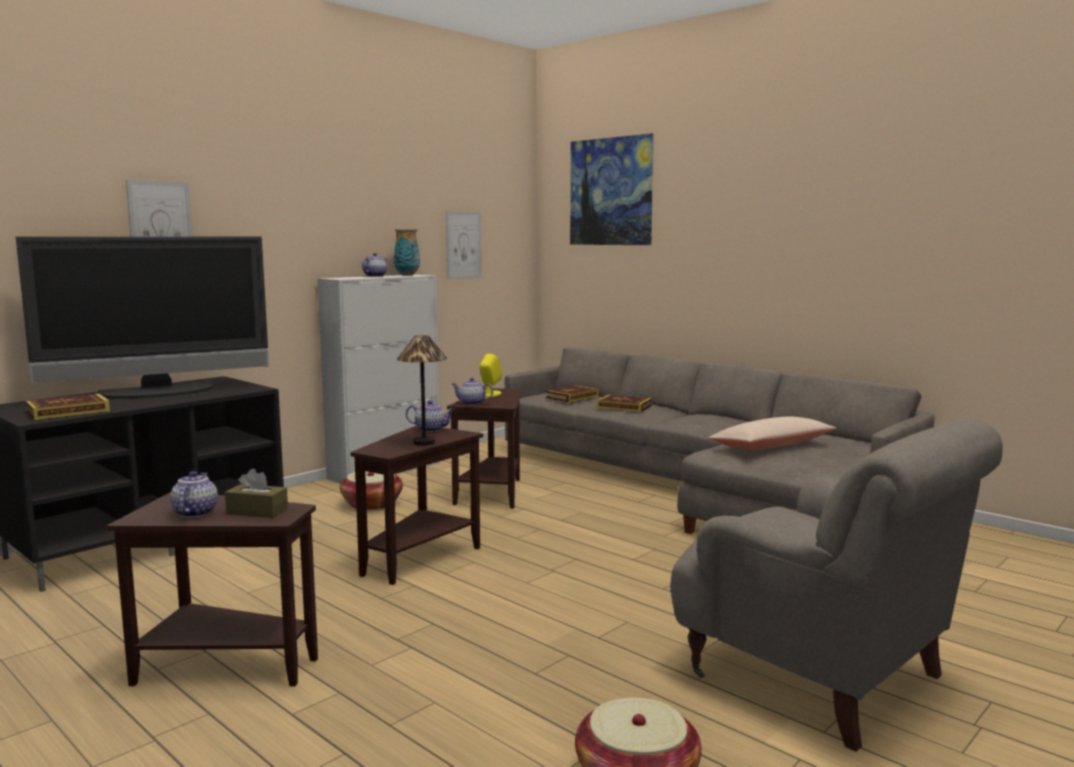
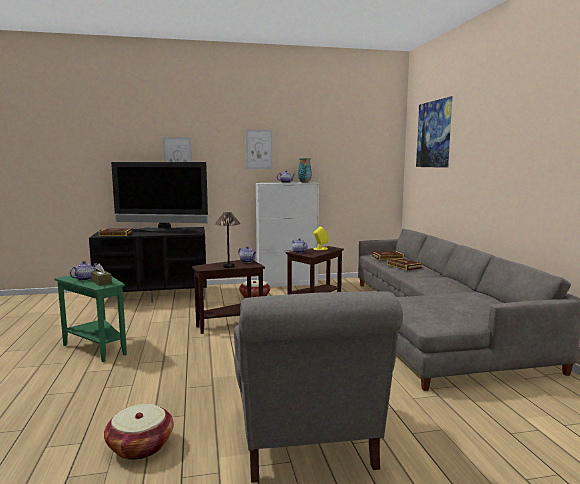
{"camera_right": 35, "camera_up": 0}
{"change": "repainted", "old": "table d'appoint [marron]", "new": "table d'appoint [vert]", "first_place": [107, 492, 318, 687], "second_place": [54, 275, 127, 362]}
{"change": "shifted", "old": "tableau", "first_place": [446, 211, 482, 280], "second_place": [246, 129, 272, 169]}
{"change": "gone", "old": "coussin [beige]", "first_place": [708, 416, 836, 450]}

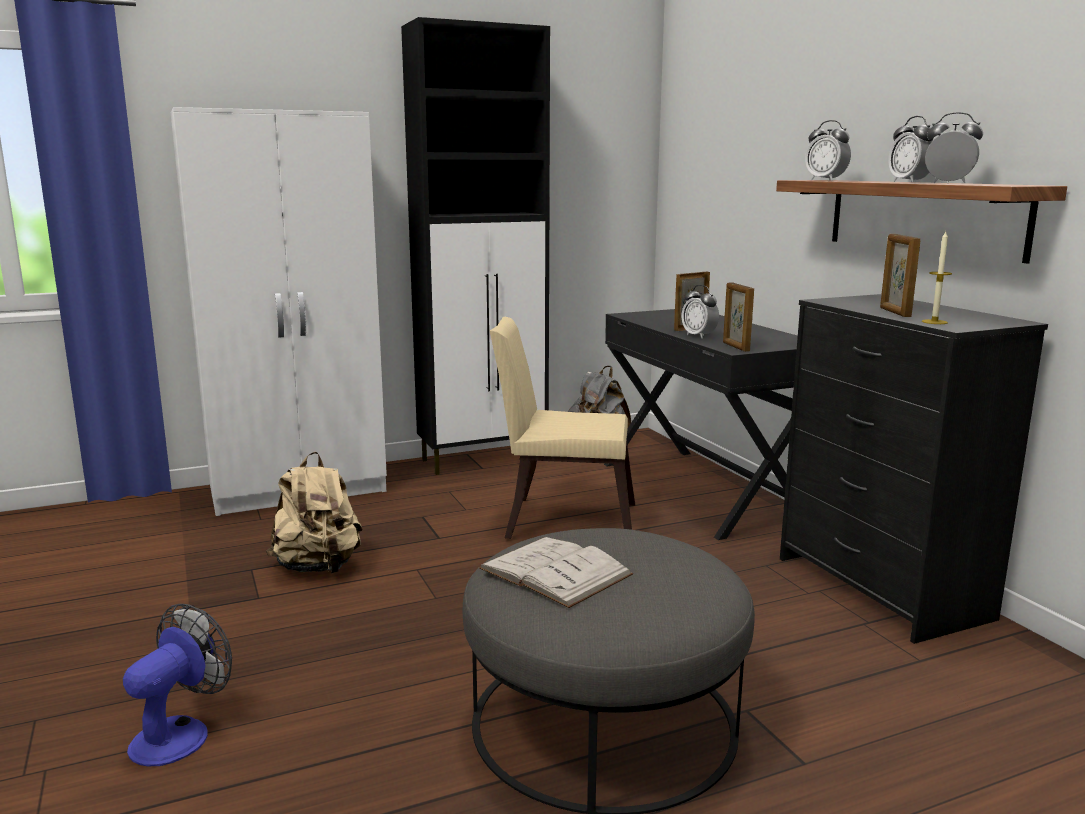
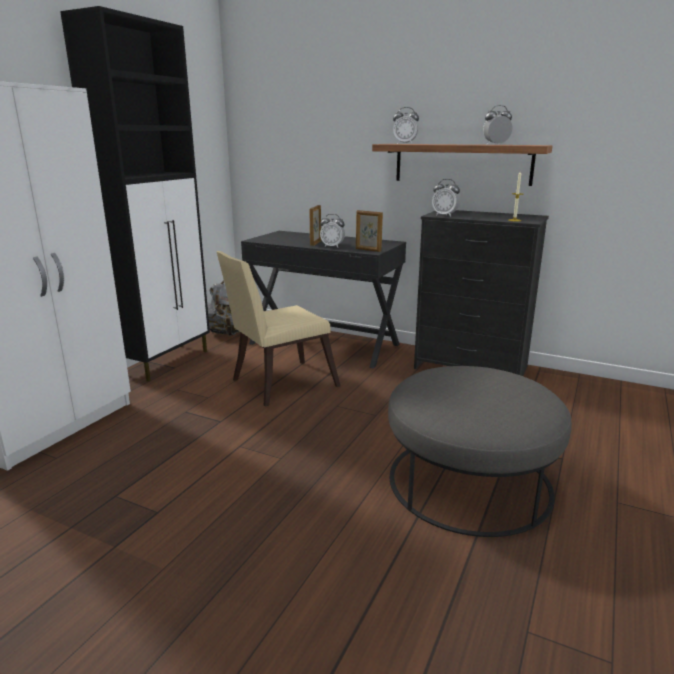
{"camera_right": -40, "camera_up": 5}
{"change": "gone", "old": "ventilateur", "first_place": [123, 604, 232, 766]}
{"change": "gone", "old": "sac à dos [beige]", "first_place": [266, 452, 363, 573]}
{"change": "gone", "old": "livre [blanc]", "first_place": [479, 537, 633, 608]}
{"change": "gone", "old": "cadre photo", "first_place": [880, 234, 921, 317]}
{"change": "shifted", "old": "réveil", "first_place": [888, 116, 934, 182], "second_place": [432, 179, 460, 217]}

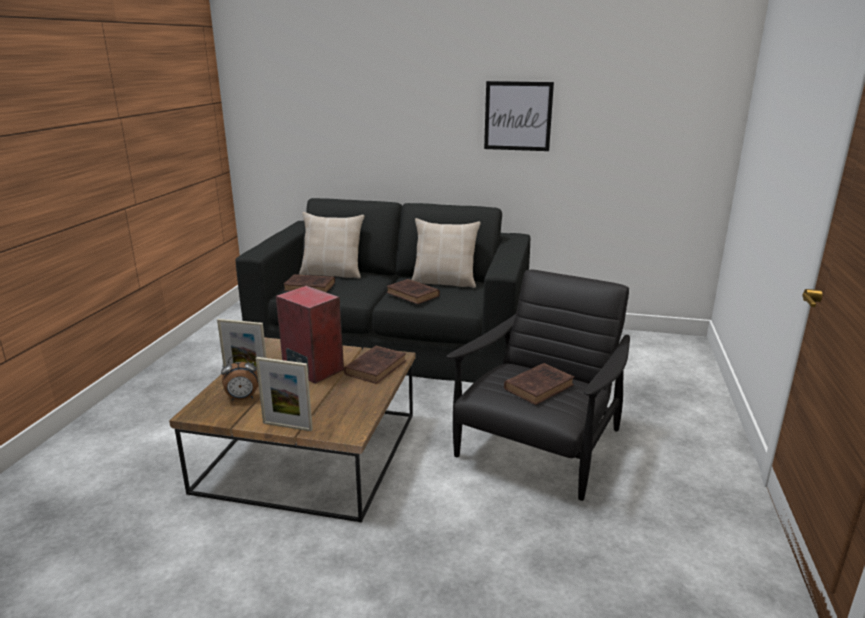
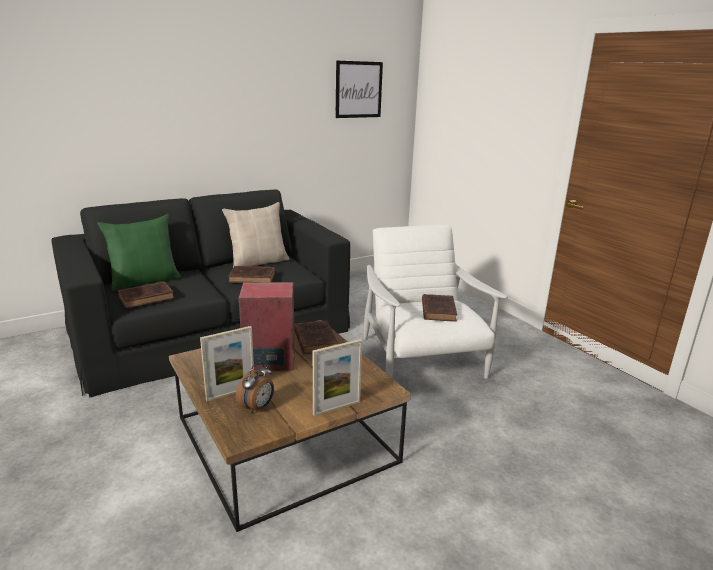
{"camera_right": -45, "camera_up": 0}
{"change": "repainted", "old": "coussin [beige]", "new": "coussin [vert]", "first_place": [299, 212, 364, 279], "second_place": [98, 214, 181, 291]}
{"change": "repainted", "old": "fauteuil [noir]", "new": "fauteuil [blanc]", "first_place": [446, 270, 630, 501], "second_place": [364, 225, 508, 379]}
{"change": "shifted", "old": "tableau", "first_place": [484, 81, 554, 151], "second_place": [335, 61, 383, 118]}

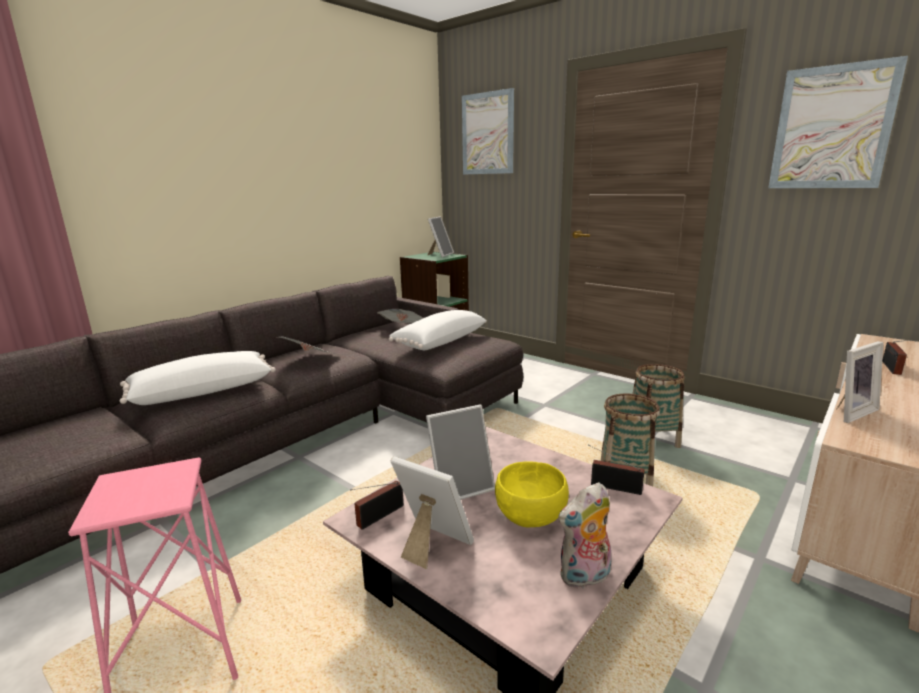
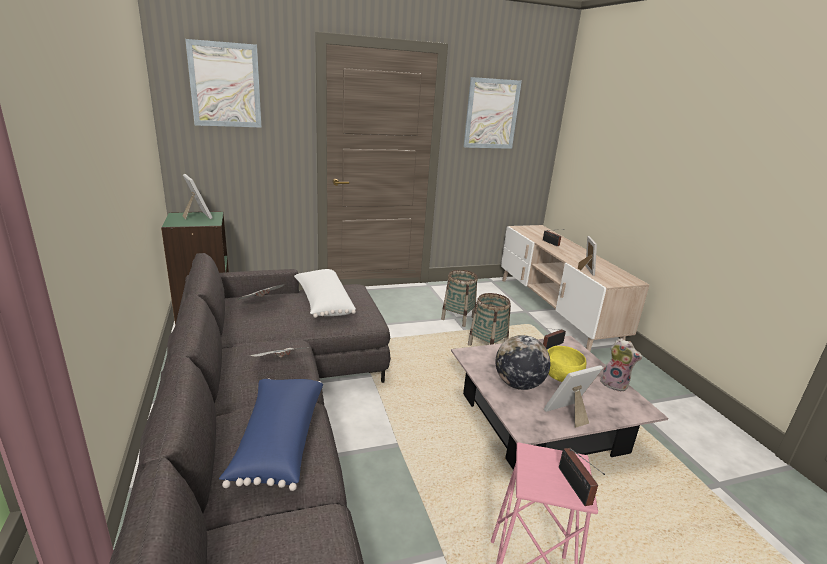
{"camera_right": -60, "camera_up": 5}
{"change": "repainted", "old": "coussin [blanc]", "new": "coussin [bleu]", "first_place": [119, 351, 276, 405], "second_place": [219, 378, 323, 491]}
{"change": "shifted", "old": "radio", "first_place": [350, 481, 404, 530], "second_place": [559, 448, 605, 506]}
{"change": "swapped", "old": "cadre photo", "new": "globe", "first_place": [426, 405, 495, 500], "second_place": [495, 335, 550, 390]}
{"change": "rotated", "old": "peluche", "first_place": [558, 482, 611, 590], "second_place": [600, 338, 642, 392], "degrees": -60}

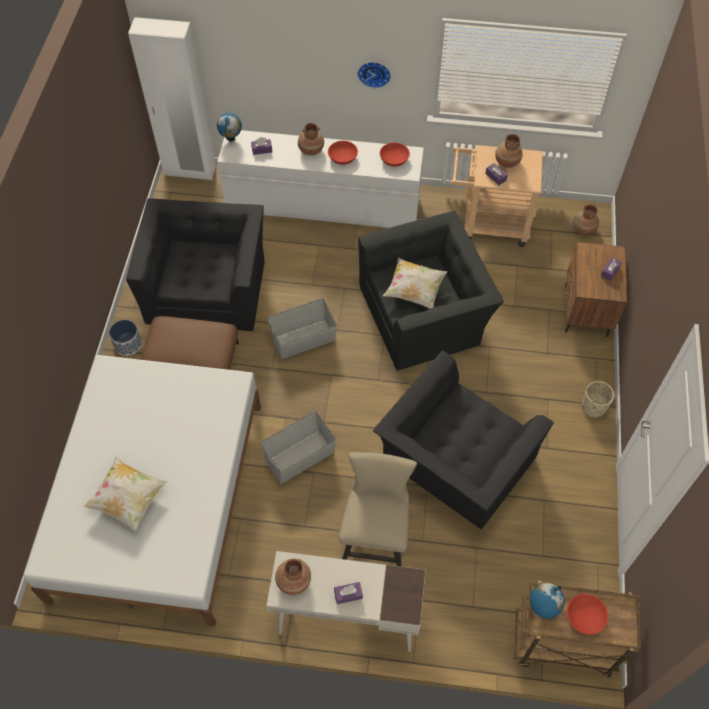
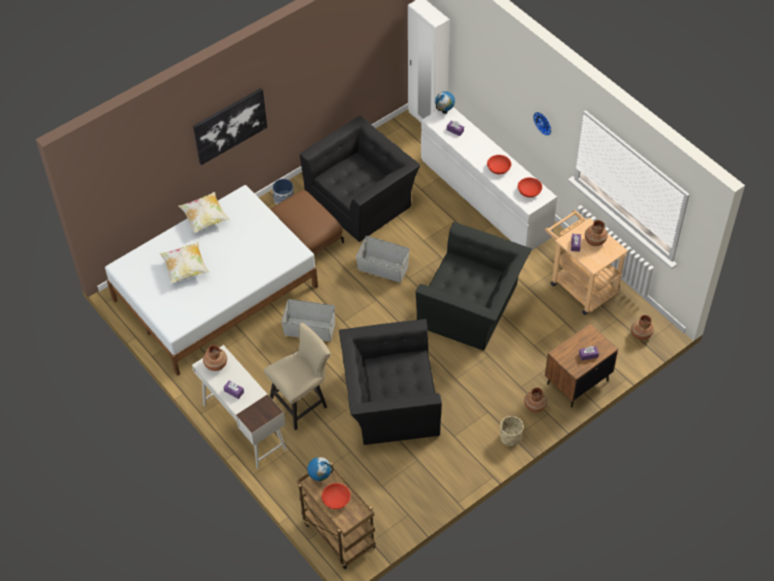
{"camera_right": 45, "camera_up": -5}
{"change": "shifted", "old": "vase [marron]", "first_place": [298, 123, 324, 155], "second_place": [524, 387, 548, 413]}
{"change": "shifted", "old": "coussin", "first_place": [383, 258, 447, 309], "second_place": [179, 192, 230, 233]}
{"change": "new", "new": "tableau", "second_place": [193, 88, 267, 165]}

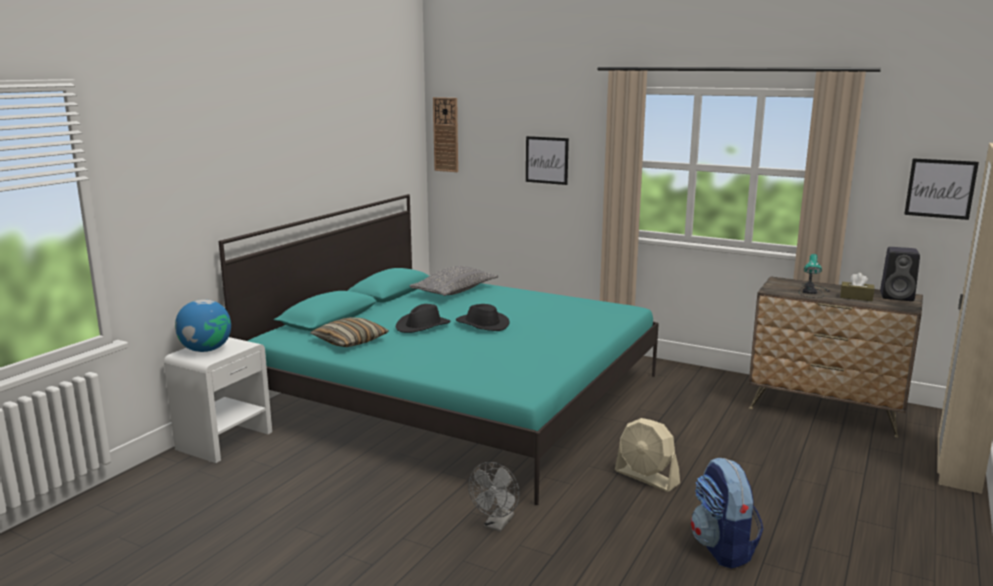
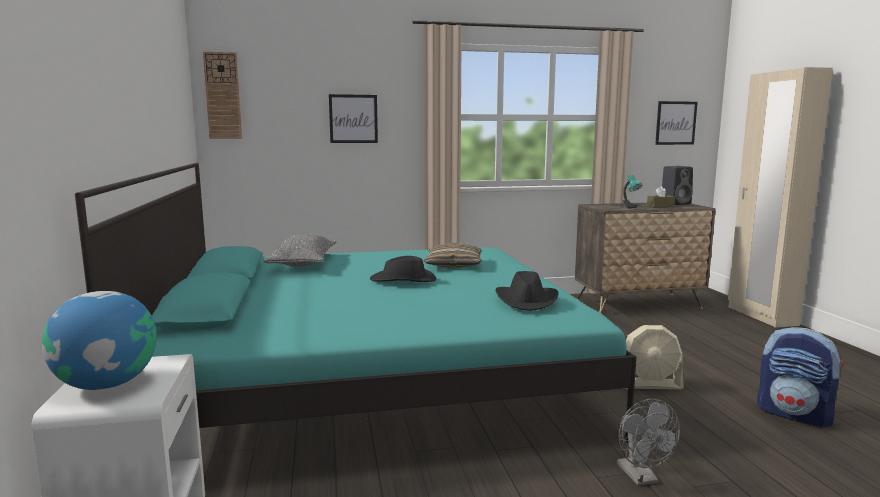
{"camera_right": -40, "camera_up": -5}
{"change": "shifted", "old": "coussin", "first_place": [310, 317, 389, 347], "second_place": [424, 243, 482, 268]}
{"change": "shifted", "old": "chapeau [noir]", "first_place": [396, 304, 451, 333], "second_place": [495, 271, 558, 311]}

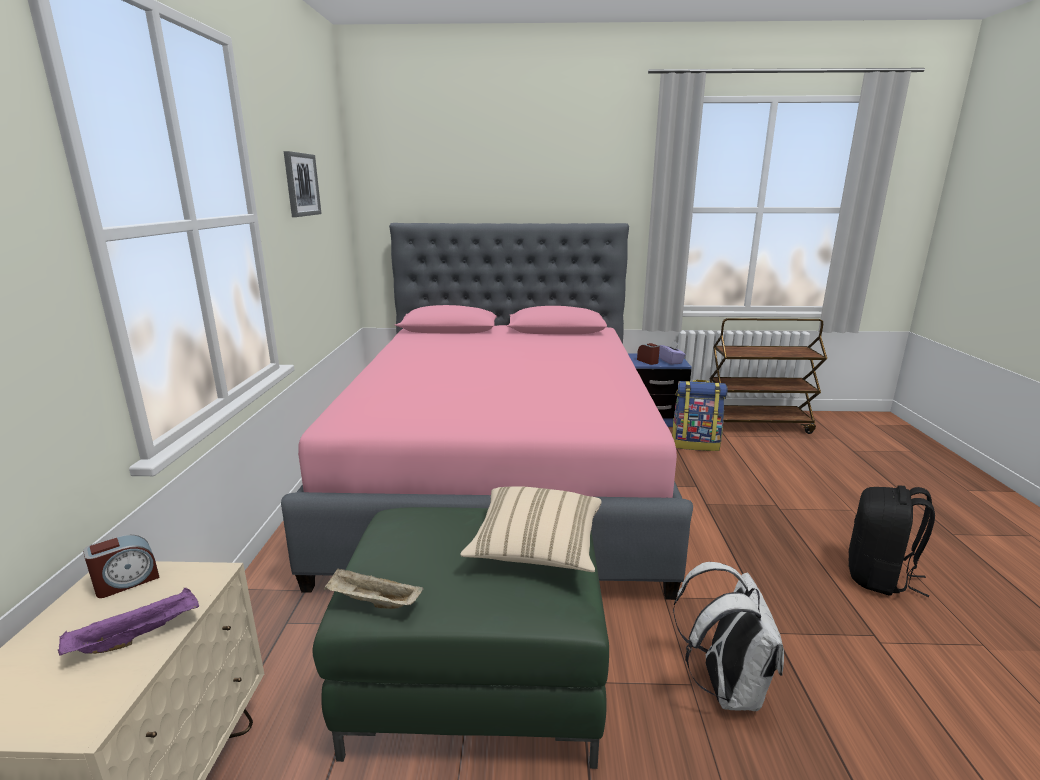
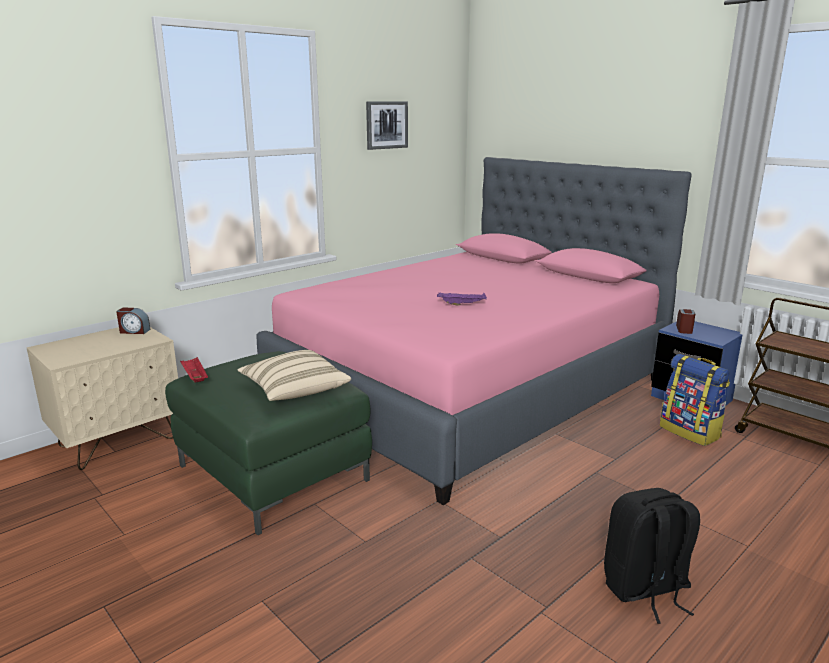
{"camera_right": 45, "camera_up": 0}
{"change": "shifted", "old": "plateau [violet]", "first_place": [58, 588, 199, 655], "second_place": [437, 292, 487, 306]}
{"change": "repainted", "old": "plateau [beige]", "new": "plateau [rouge]", "first_place": [324, 568, 423, 609], "second_place": [180, 357, 208, 383]}
{"change": "gone", "old": "boîte à mouchoirs [violet]", "first_place": [659, 341, 686, 365]}
{"change": "gone", "old": "sac à dos [blanc]", "first_place": [673, 562, 784, 711]}

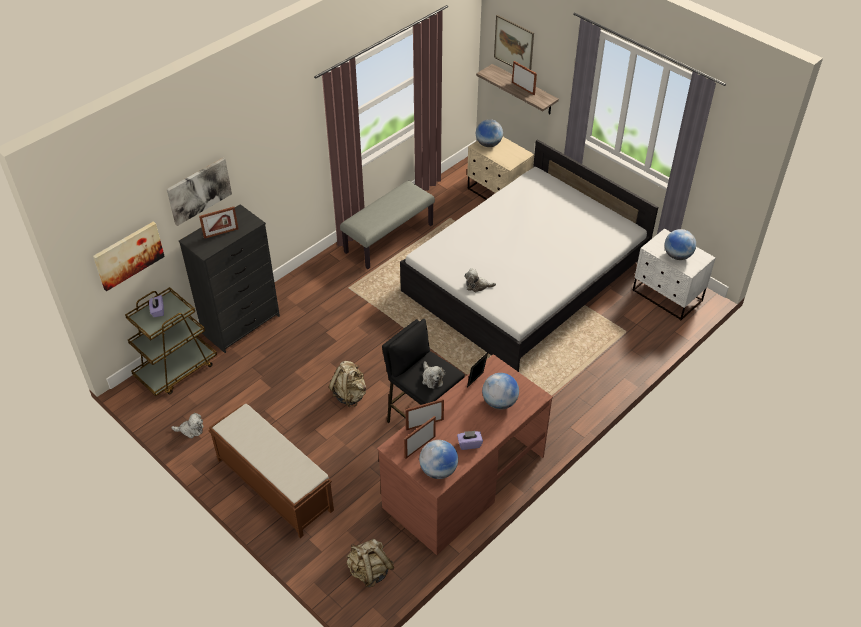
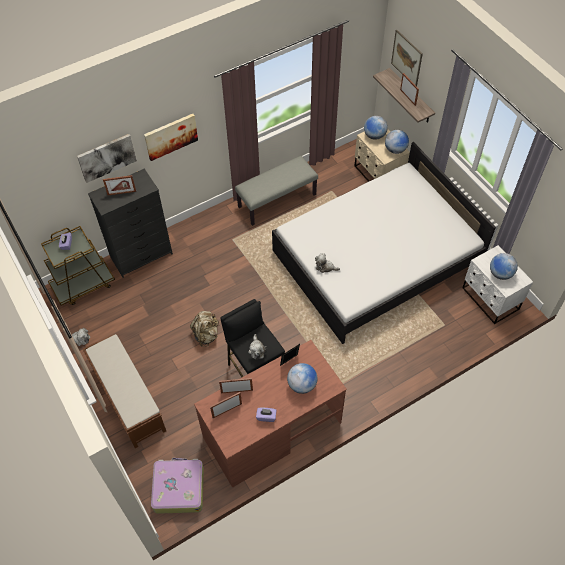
{"camera_right": 15, "camera_up": 10}
{"change": "shifted", "old": "tableau", "first_place": [93, 221, 165, 291], "second_place": [144, 114, 198, 161]}
{"change": "swapped", "old": "sac à dos [beige]", "new": "valise", "first_place": [346, 539, 394, 587], "second_place": [151, 458, 204, 514]}
{"change": "shifted", "old": "globe", "first_place": [419, 440, 458, 479], "second_place": [385, 130, 409, 154]}

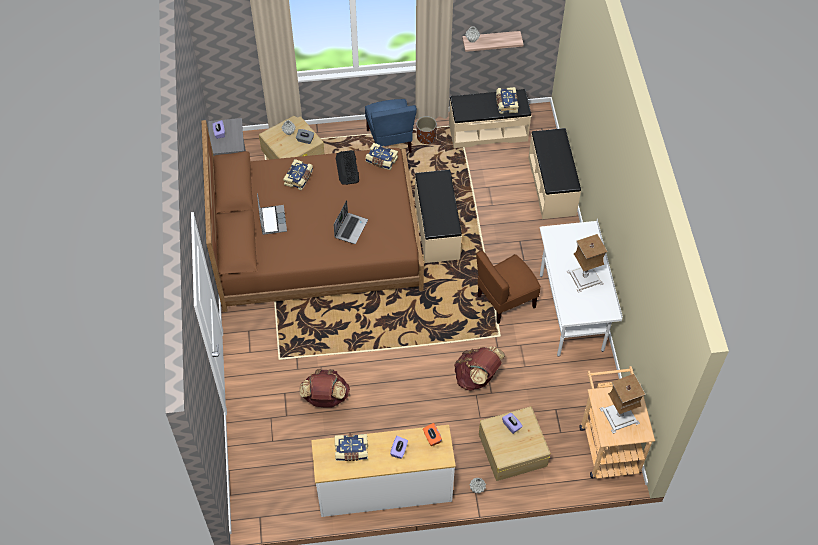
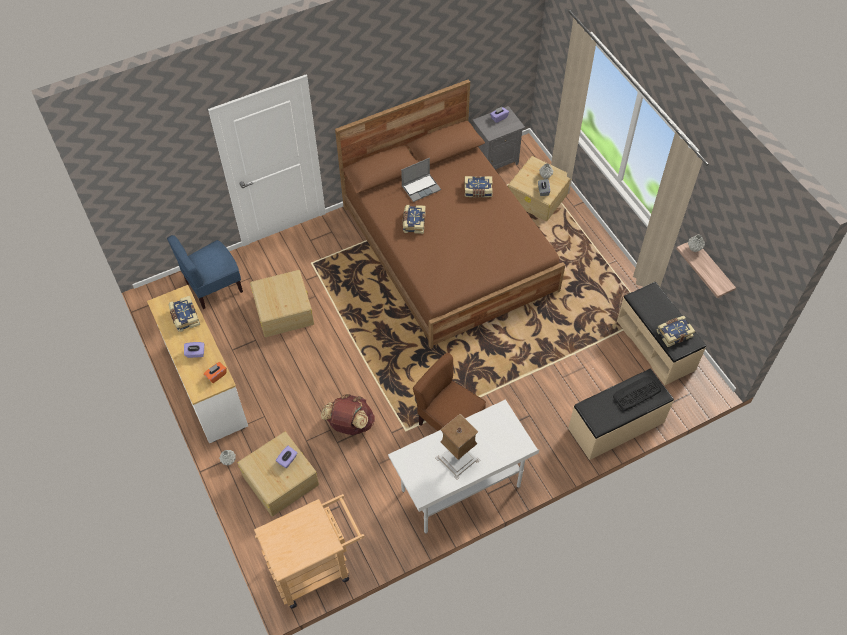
{"camera_right": 70, "camera_up": 0}
{"change": "swapped", "old": "sac à dos [marron]", "new": "boîte de rangement [beige]", "first_place": [300, 369, 350, 407], "second_place": [250, 270, 314, 337]}
{"change": "gone", "old": "ordinateur portable", "first_place": [334, 200, 368, 244]}
{"change": "shifted", "old": "clavier", "first_place": [336, 150, 359, 185], "second_place": [613, 376, 661, 411]}
{"change": "shifted", "old": "chaise [bleu]", "first_place": [365, 99, 417, 153], "second_place": [167, 235, 243, 309]}
{"change": "shifted", "old": "livre", "first_place": [365, 143, 398, 170], "second_place": [402, 205, 426, 234]}
{"change": "gone", "old": "banc [beige]", "first_place": [415, 170, 462, 263]}
{"change": "gone", "old": "cache-pot [marron]", "first_place": [416, 116, 437, 144]}
{"change": "gone", "old": "lampe de table", "first_place": [599, 374, 646, 434]}

